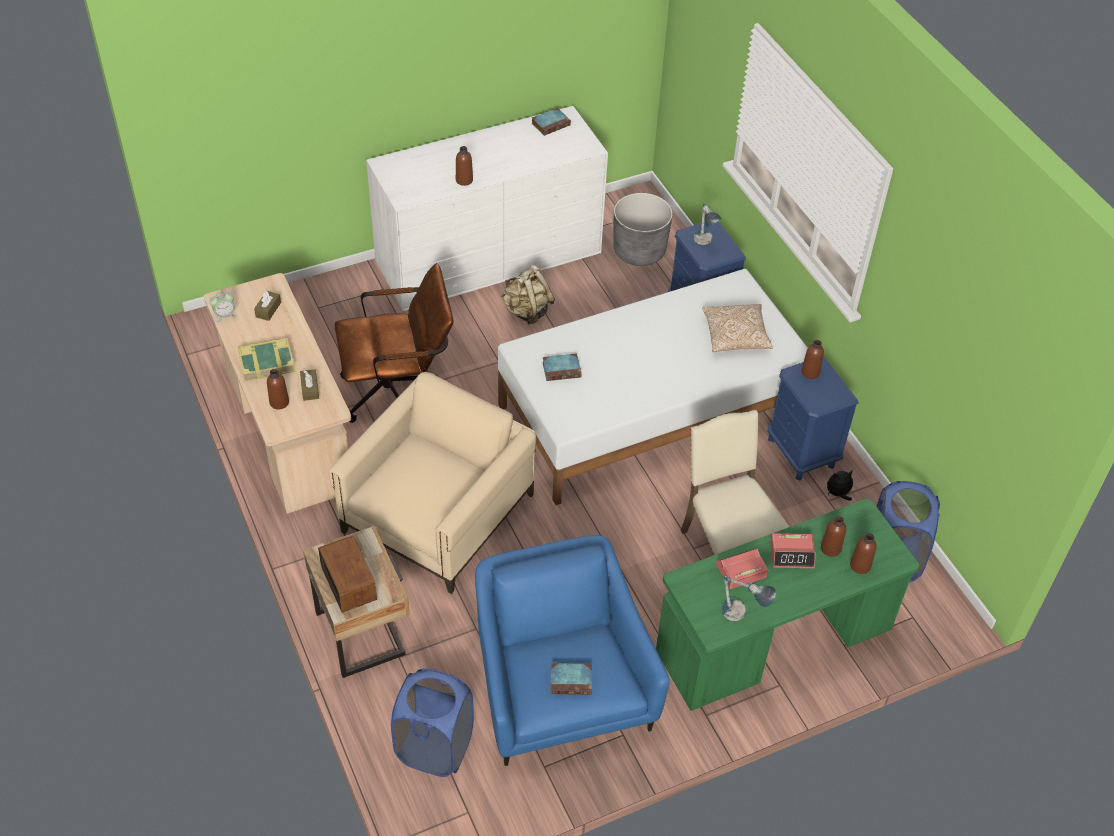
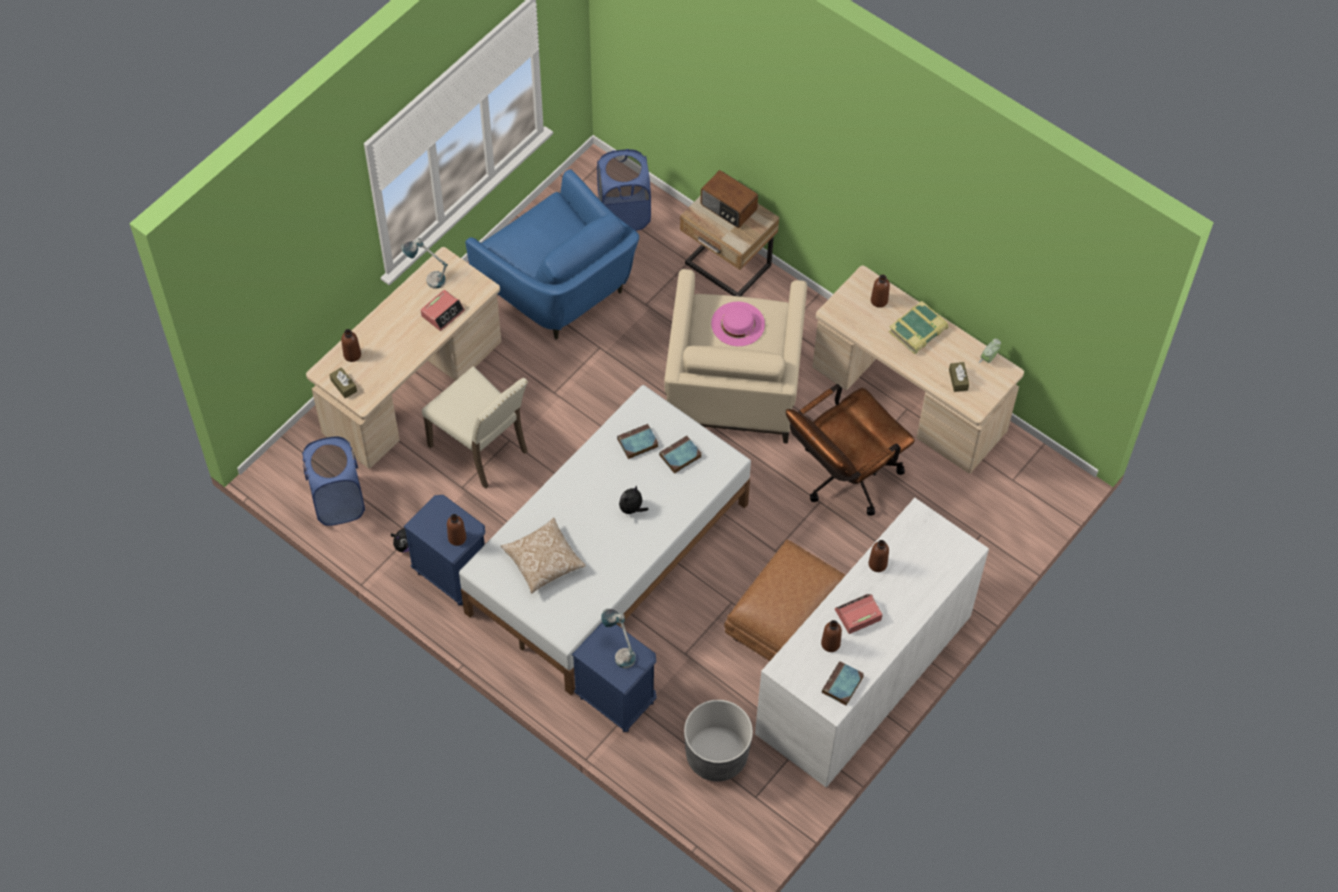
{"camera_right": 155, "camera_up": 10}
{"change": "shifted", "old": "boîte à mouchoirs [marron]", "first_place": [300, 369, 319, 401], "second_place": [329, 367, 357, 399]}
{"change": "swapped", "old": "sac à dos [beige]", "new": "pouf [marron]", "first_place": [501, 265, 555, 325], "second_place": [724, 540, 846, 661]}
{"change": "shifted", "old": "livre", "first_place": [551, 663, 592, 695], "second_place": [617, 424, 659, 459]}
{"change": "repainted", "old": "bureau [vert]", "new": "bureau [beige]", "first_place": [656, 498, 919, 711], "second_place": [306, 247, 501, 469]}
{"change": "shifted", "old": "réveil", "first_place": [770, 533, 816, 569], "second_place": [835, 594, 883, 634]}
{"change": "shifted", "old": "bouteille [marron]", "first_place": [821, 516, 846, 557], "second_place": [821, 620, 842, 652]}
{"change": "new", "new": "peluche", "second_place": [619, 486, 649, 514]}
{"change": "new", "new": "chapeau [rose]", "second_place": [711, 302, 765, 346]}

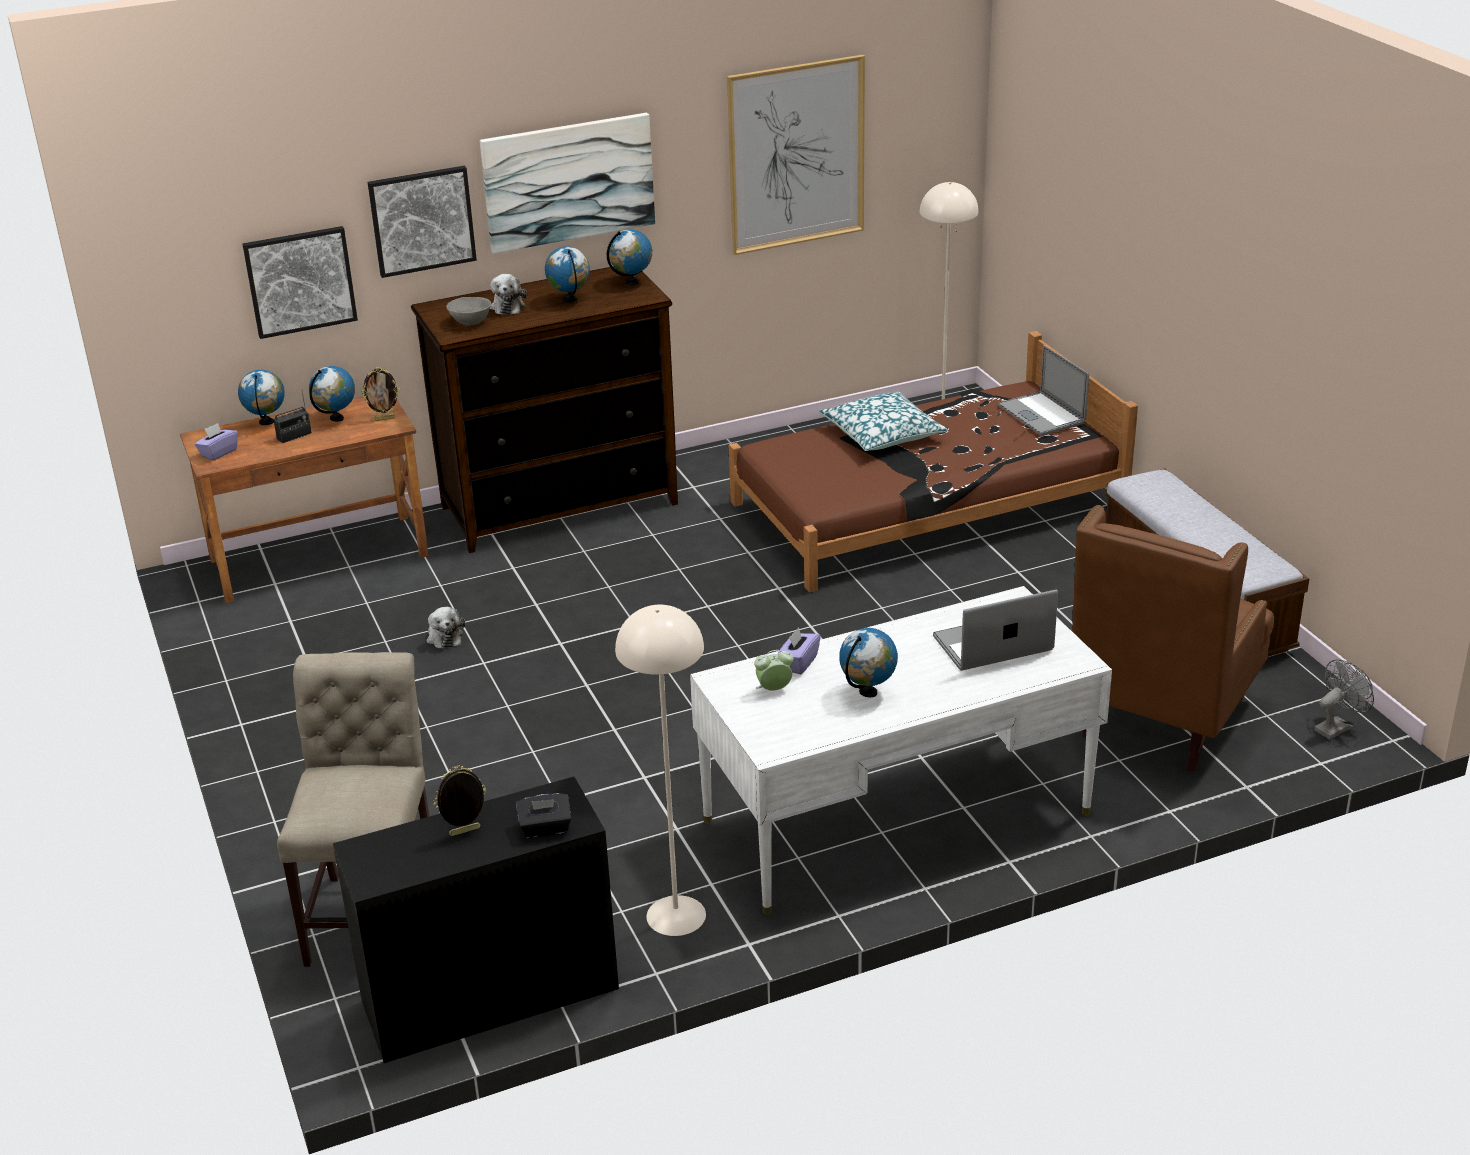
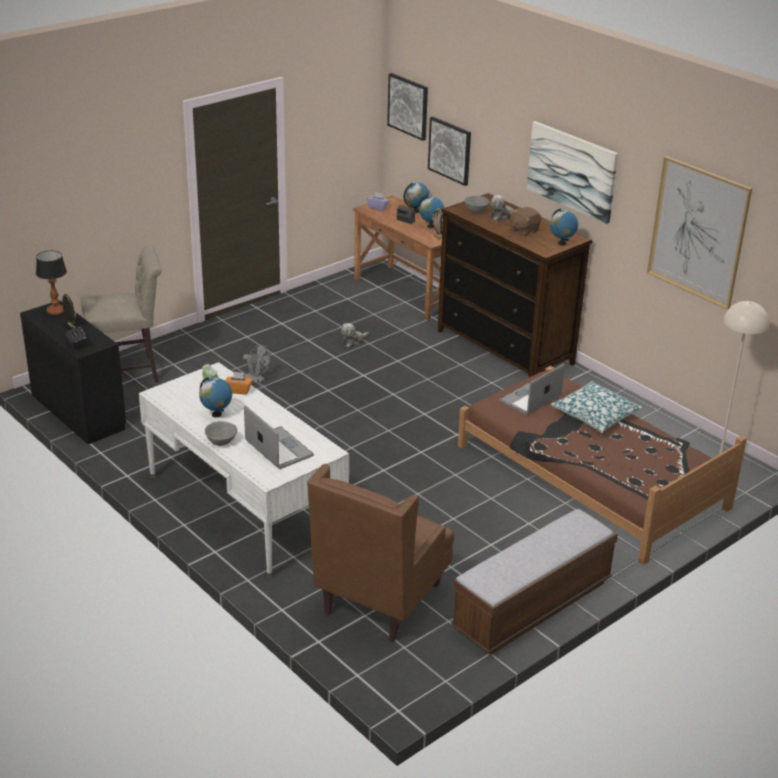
{"camera_right": 70, "camera_up": 0}
{"change": "shifted", "old": "tableau", "first_place": [368, 166, 477, 278], "second_place": [387, 73, 428, 141]}
{"change": "swapped", "old": "globe", "new": "peluche [marron]", "first_place": [545, 246, 590, 303], "second_place": [510, 207, 541, 236]}
{"change": "gone", "old": "lampadaire [beige]", "first_place": [615, 605, 706, 936]}
{"change": "repainted", "old": "boîte à mouchoirs [violet]", "new": "boîte à mouchoirs [orange]", "first_place": [778, 627, 821, 674], "second_place": [225, 371, 252, 395]}
{"change": "shifted", "old": "ordinateur portable", "first_place": [998, 345, 1089, 435], "second_place": [499, 364, 565, 415]}
{"change": "rotated", "old": "fauteuil [marron]", "first_place": [1072, 505, 1274, 772], "second_place": [307, 464, 455, 642], "degrees": -75}
{"change": "shifted", "old": "ventilateur [gris]", "first_place": [1314, 659, 1374, 739], "second_place": [243, 344, 271, 384]}
{"change": "new", "new": "lampe de table", "second_place": [36, 250, 67, 315]}
{"change": "new", "new": "bol [gris]", "second_place": [205, 421, 237, 446]}

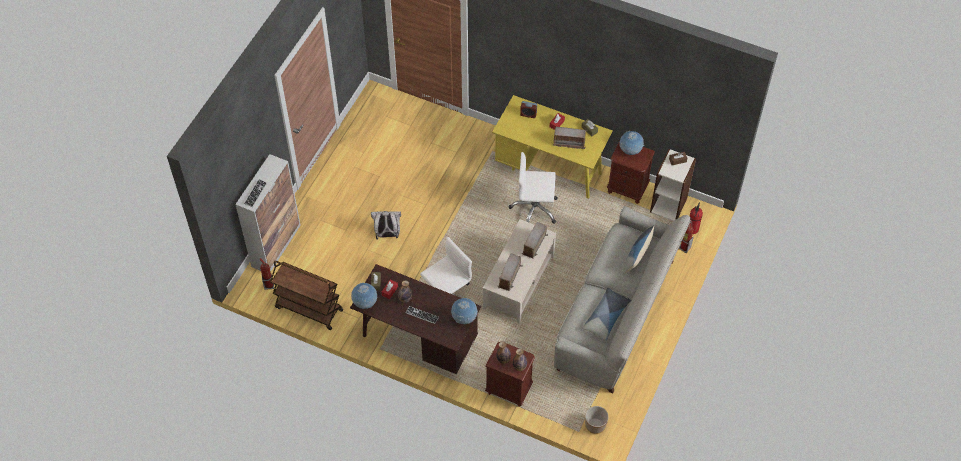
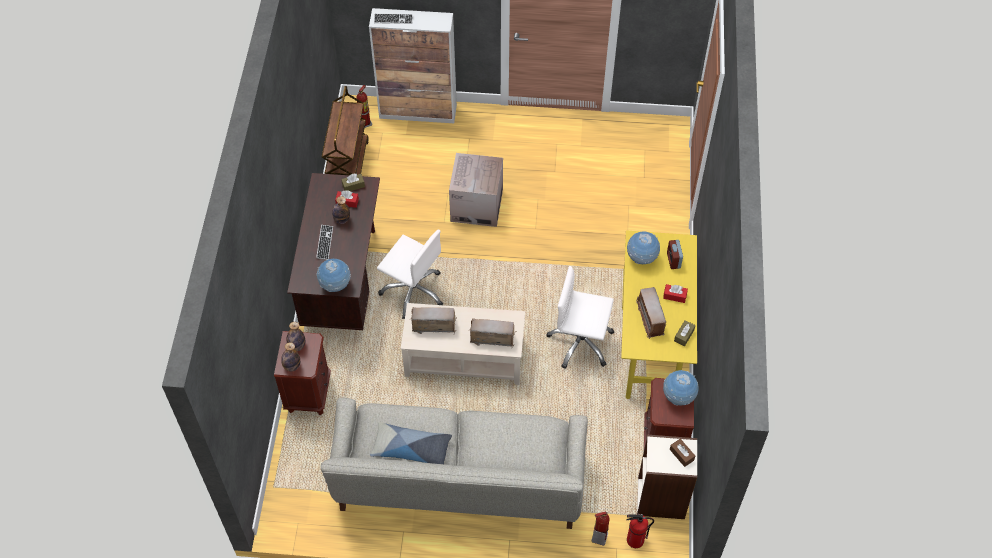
{"camera_right": 70, "camera_up": 0}
{"change": "shifted", "old": "globe", "first_place": [351, 282, 378, 309], "second_place": [627, 231, 660, 264]}
{"change": "swapped", "old": "sac à dos [blanc]", "new": "carton", "first_place": [371, 211, 401, 240], "second_place": [449, 153, 503, 227]}
{"change": "rotated", "old": "chaise de bureau [blanc]", "first_place": [509, 152, 558, 224], "second_place": [546, 266, 614, 369], "degrees": -60}
{"change": "gone", "old": "cache-pot", "first_place": [585, 406, 609, 434]}
{"change": "gone", "old": "coussin", "first_place": [622, 225, 654, 275]}

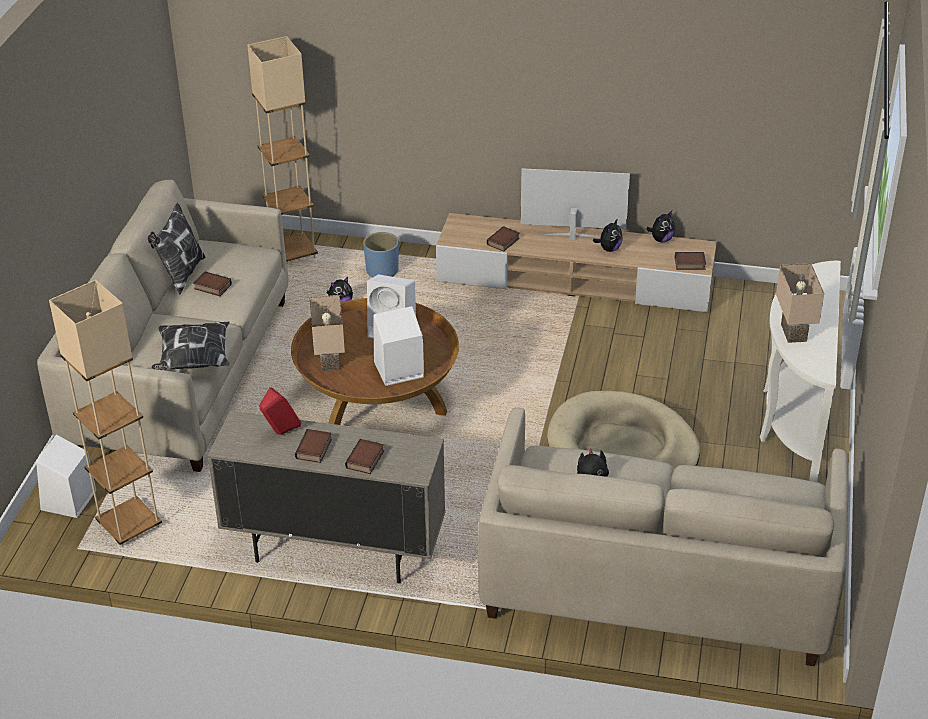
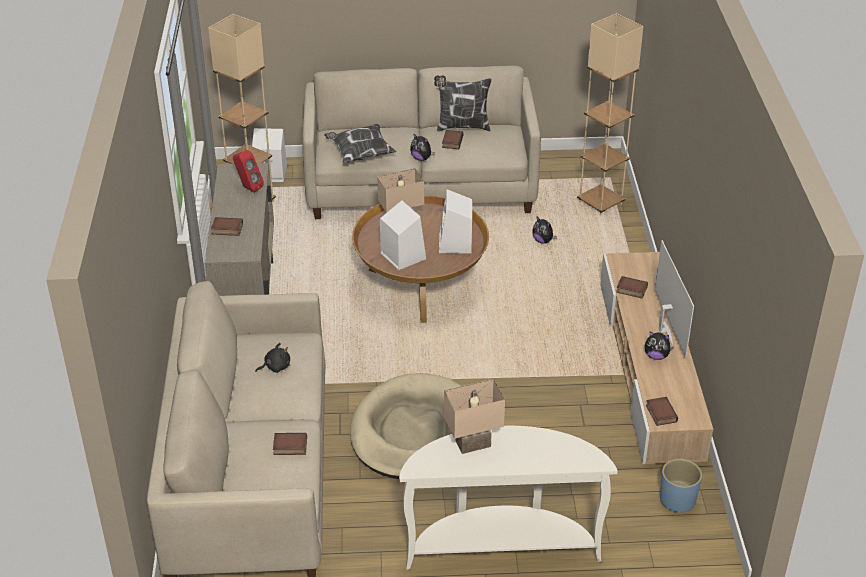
{"camera_right": 75, "camera_up": 0}
{"change": "shifted", "old": "livre", "first_place": [295, 429, 332, 463], "second_place": [273, 433, 307, 455]}
{"change": "shifted", "old": "cache-pot [bleu]", "first_place": [363, 232, 399, 278], "second_place": [660, 459, 702, 514]}
{"change": "shifted", "old": "peluche", "first_place": [646, 211, 675, 242], "second_place": [410, 134, 435, 161]}

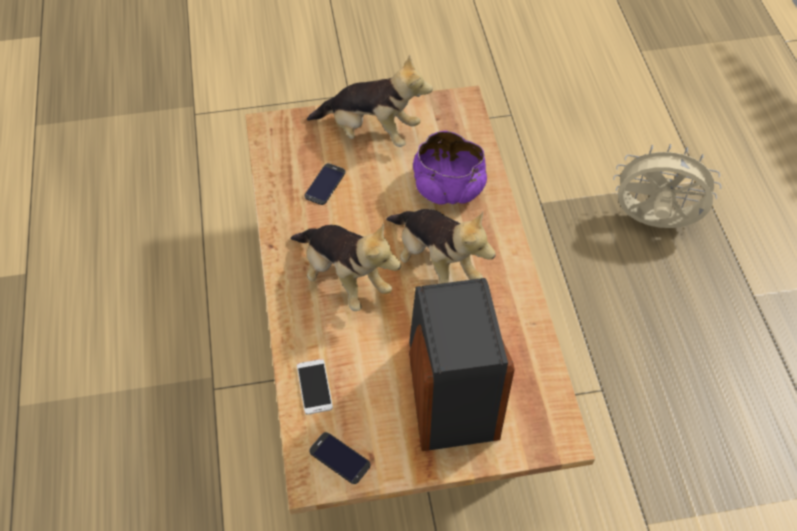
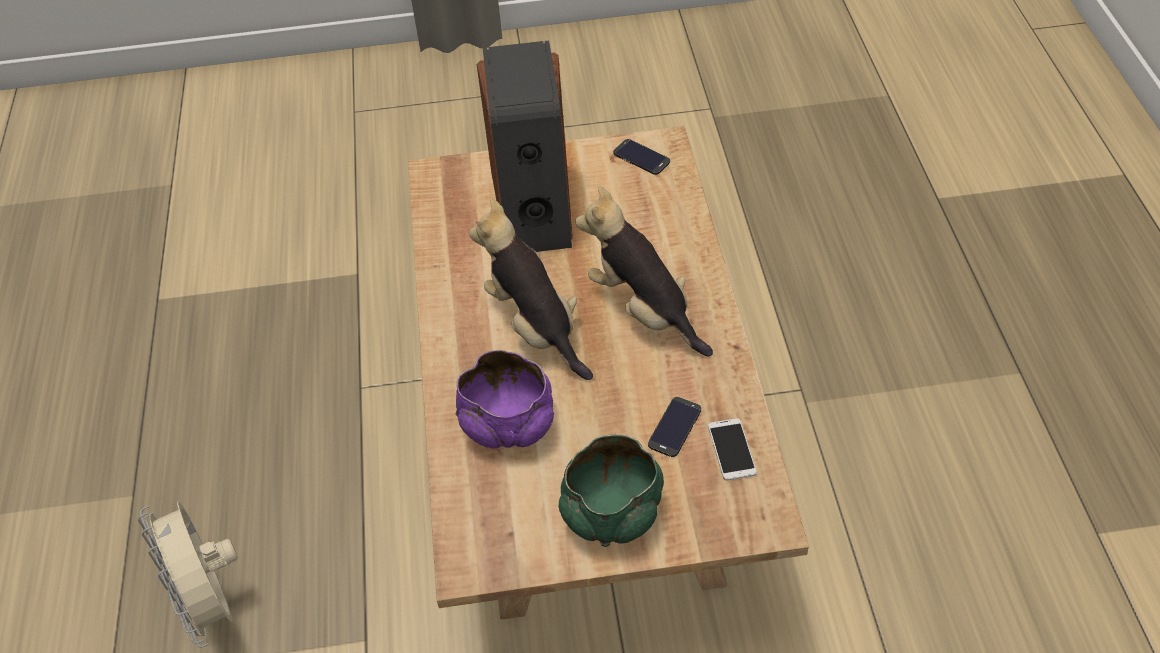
{"camera_right": -175, "camera_up": -5}
{"change": "shifted", "old": "téléphone", "first_place": [297, 359, 333, 415], "second_place": [708, 418, 757, 481]}
{"change": "swapped", "old": "peluche", "new": "bol [vert]", "first_place": [307, 54, 433, 147], "second_place": [559, 434, 664, 547]}
{"change": "rotated", "old": "ventilateur [beige]", "first_place": [613, 144, 721, 228], "second_place": [138, 501, 238, 648], "degrees": 45}

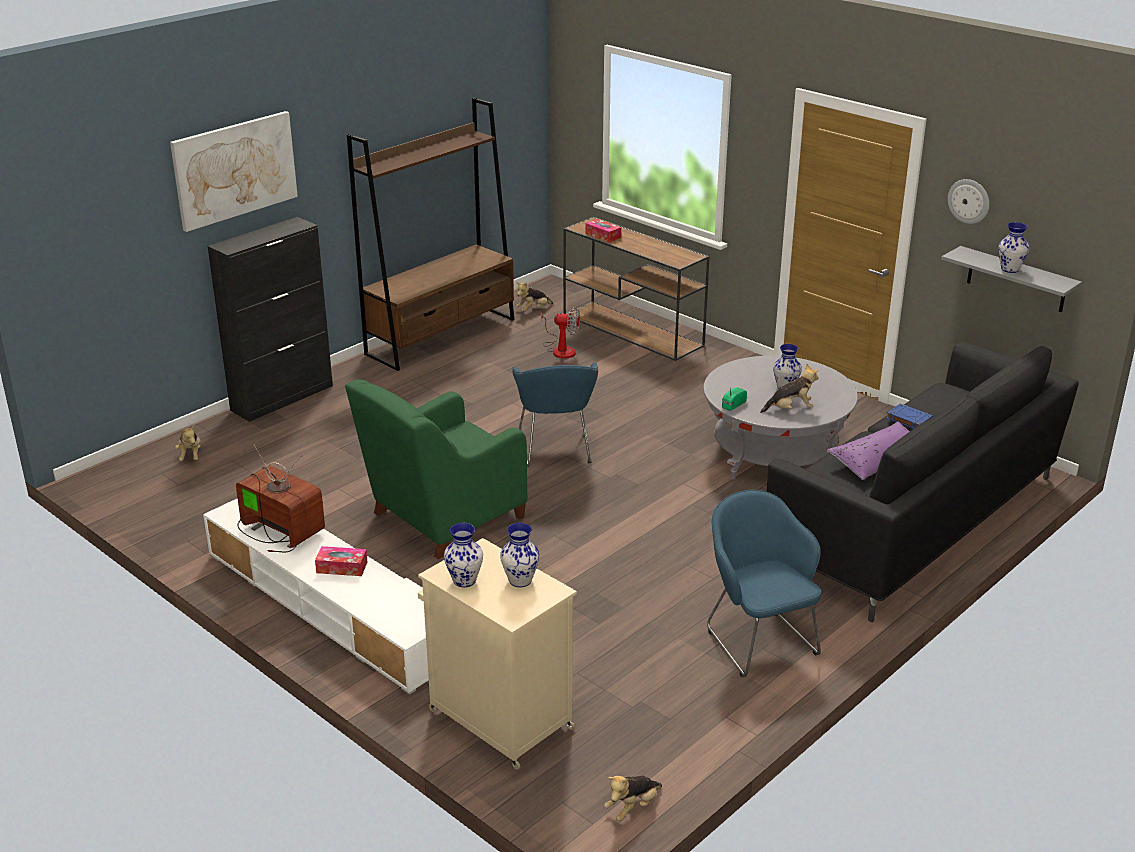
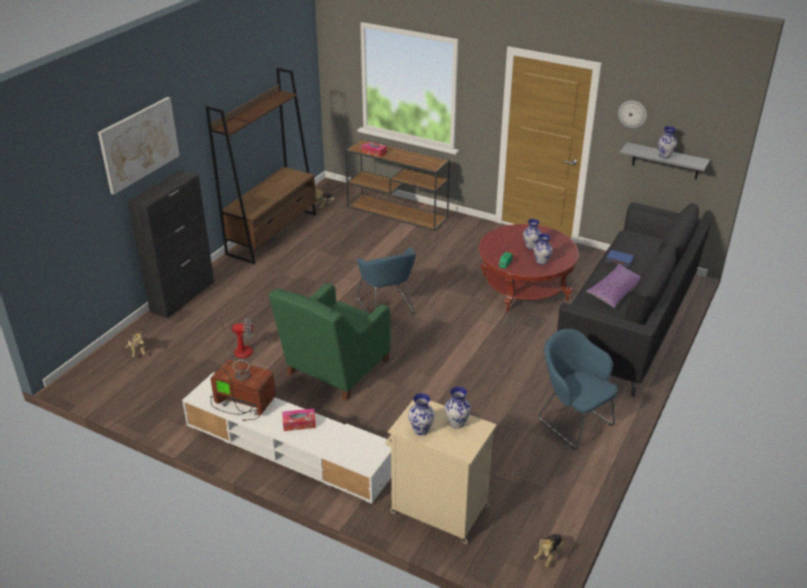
{"camera_right": -15, "camera_up": 5}
{"change": "shifted", "old": "ventilateur", "first_place": [541, 307, 580, 359], "second_place": [218, 317, 253, 358]}
{"change": "repainted", "old": "table basse [gris]", "new": "table basse [rouge]", "first_place": [703, 356, 858, 479], "second_place": [479, 224, 579, 311]}
{"change": "swapped", "old": "peluche", "new": "vase", "first_place": [760, 364, 819, 413], "second_place": [534, 233, 553, 265]}

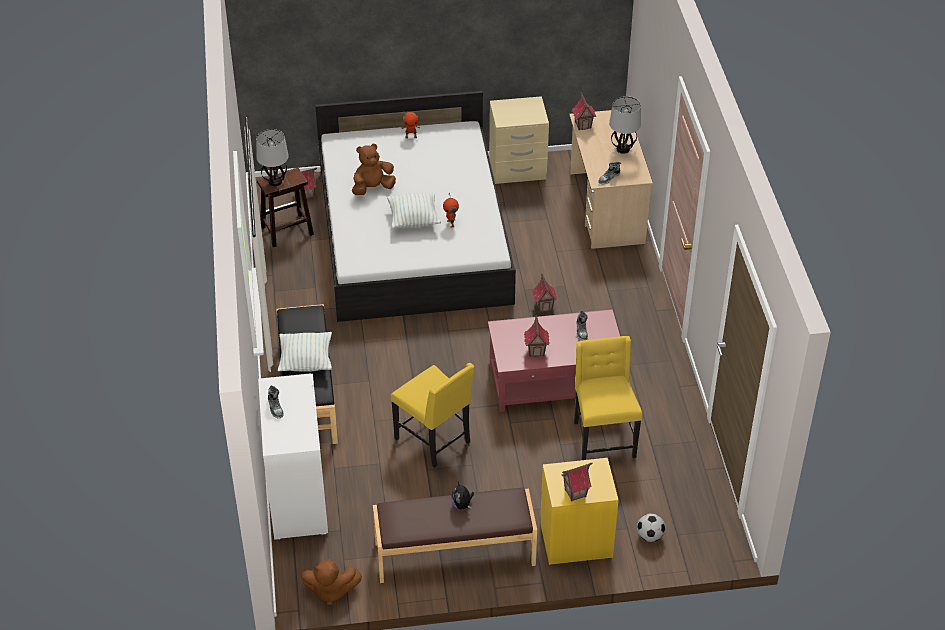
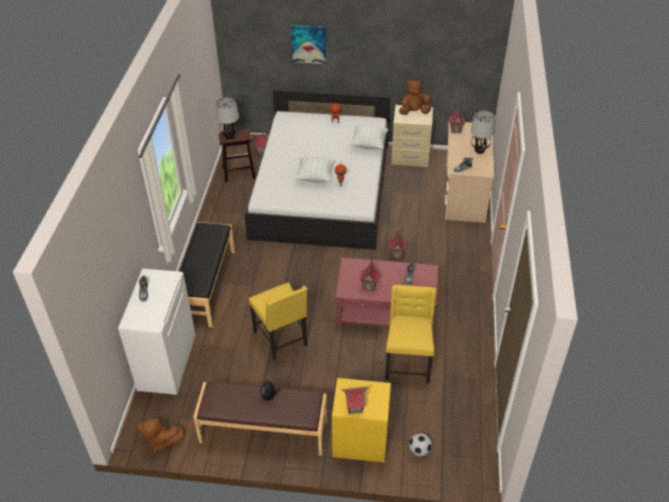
{"camera_right": 15, "camera_up": 0}
{"change": "shifted", "old": "coussin", "first_place": [278, 332, 332, 372], "second_place": [349, 125, 388, 150]}
{"change": "shifted", "old": "peluche [marron]", "first_place": [352, 144, 396, 195], "second_place": [399, 80, 431, 115]}
{"change": "new", "new": "tableau", "second_place": [291, 25, 326, 64]}

